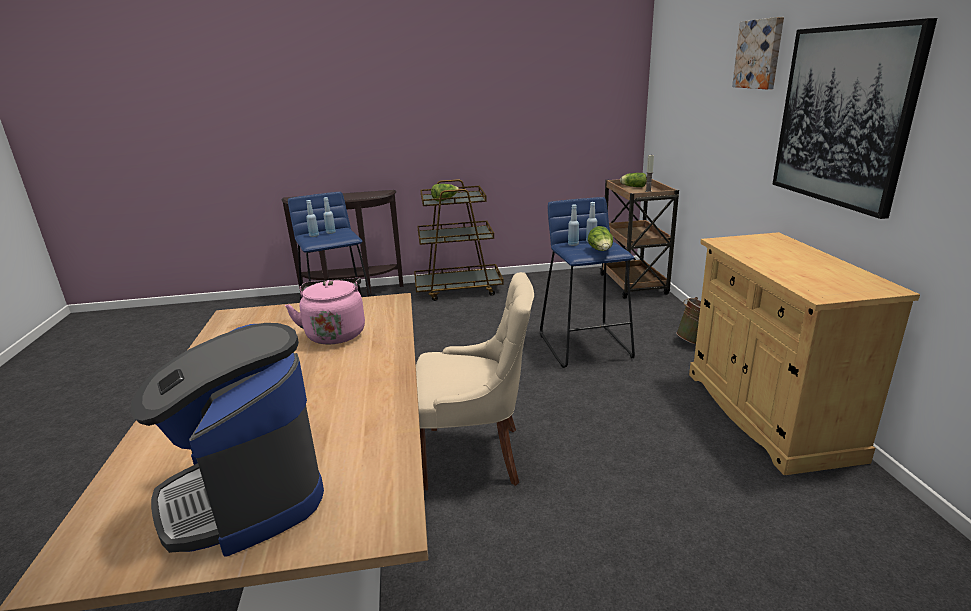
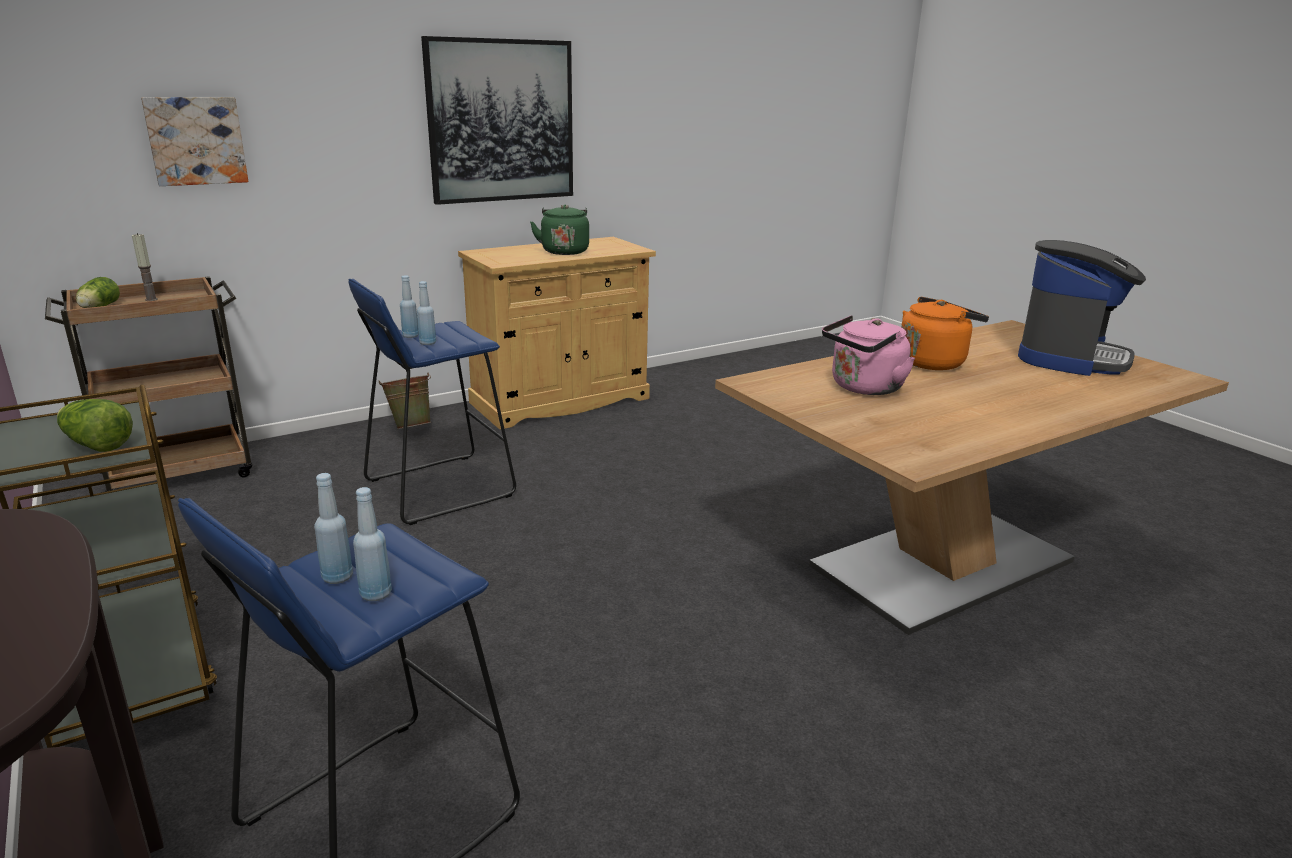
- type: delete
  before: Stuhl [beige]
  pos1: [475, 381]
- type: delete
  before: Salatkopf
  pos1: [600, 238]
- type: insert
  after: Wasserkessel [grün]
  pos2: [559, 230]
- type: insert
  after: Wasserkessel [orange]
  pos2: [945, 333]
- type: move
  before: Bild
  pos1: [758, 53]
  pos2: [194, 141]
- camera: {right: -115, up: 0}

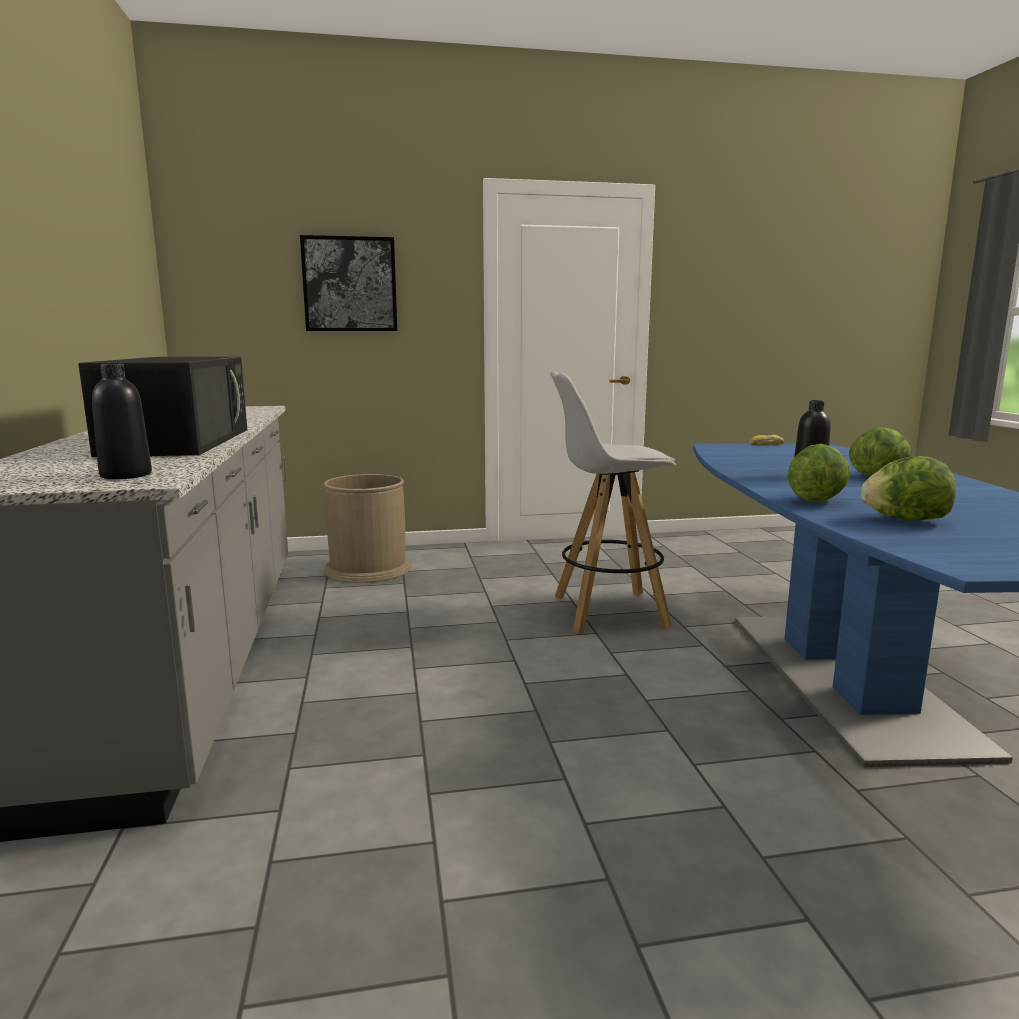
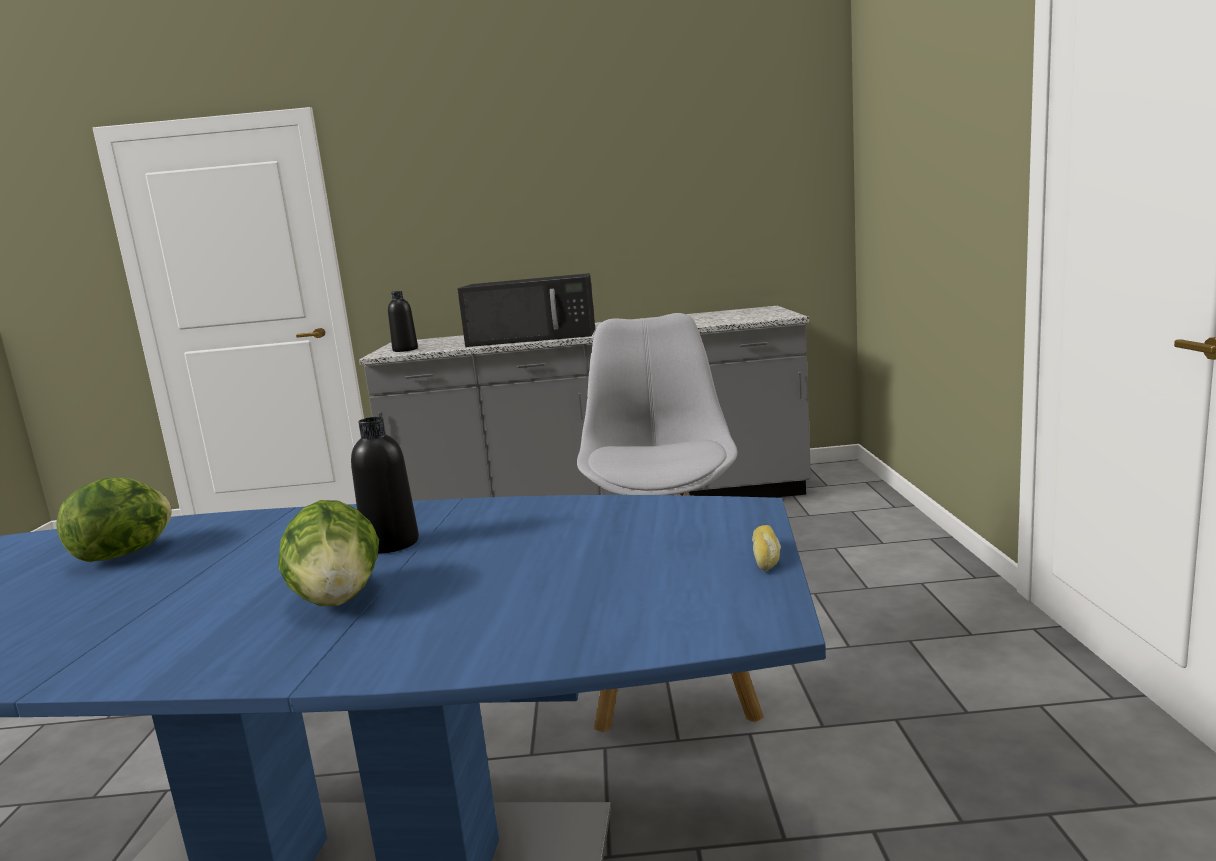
- type: delete
  before: Bild
  pos1: [348, 283]
- type: delete
  before: Mülleimer [braun]
  pos1: [367, 528]
- type: delete
  before: Salatkopf
  pos1: [819, 473]
- camera: {right: 100, up: 0}

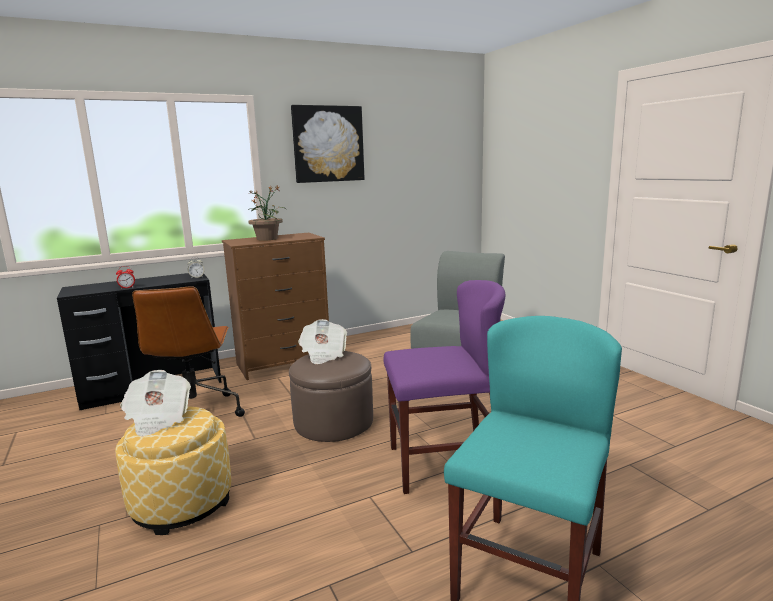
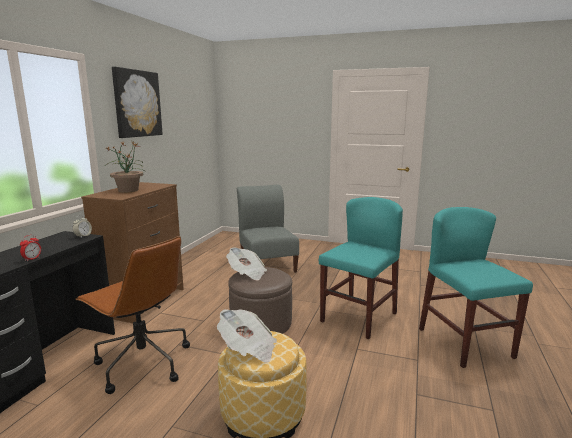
- type: recolor
  before: Stuhl [lila]
  after: Stuhl [türkis]
  pos1: [444, 387]
  pos2: [361, 268]
- camera: {right: -45, up: 0}

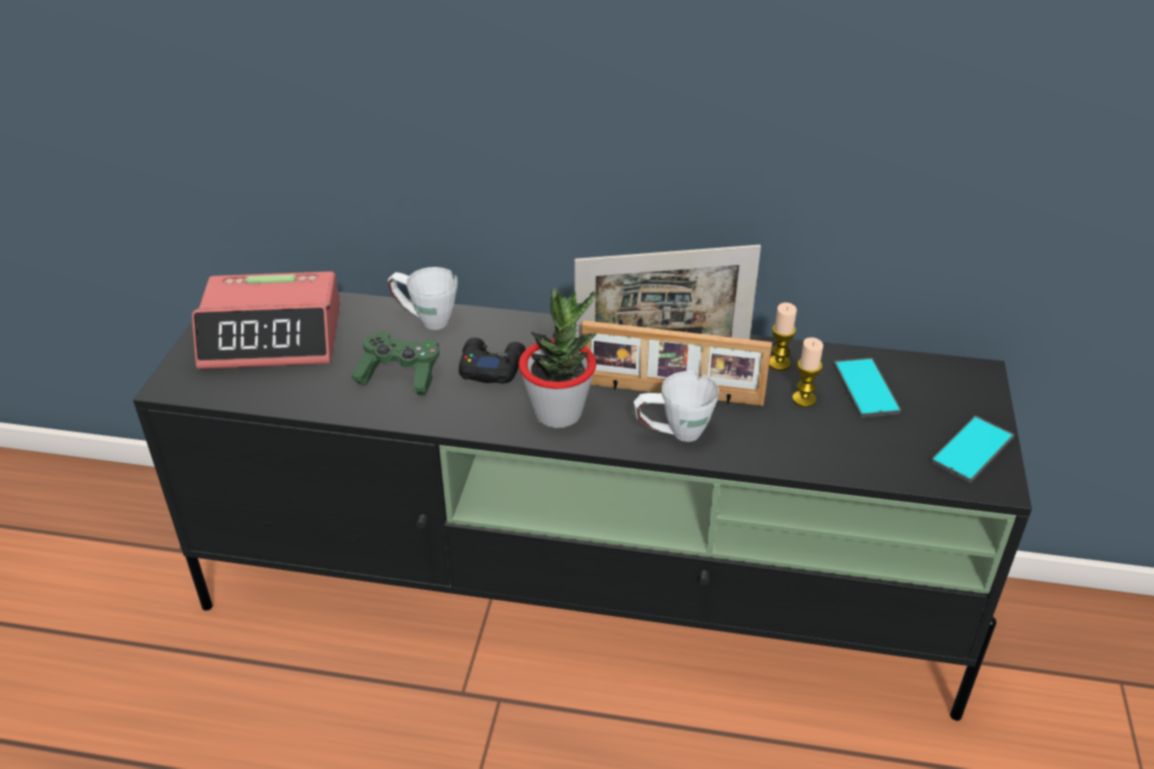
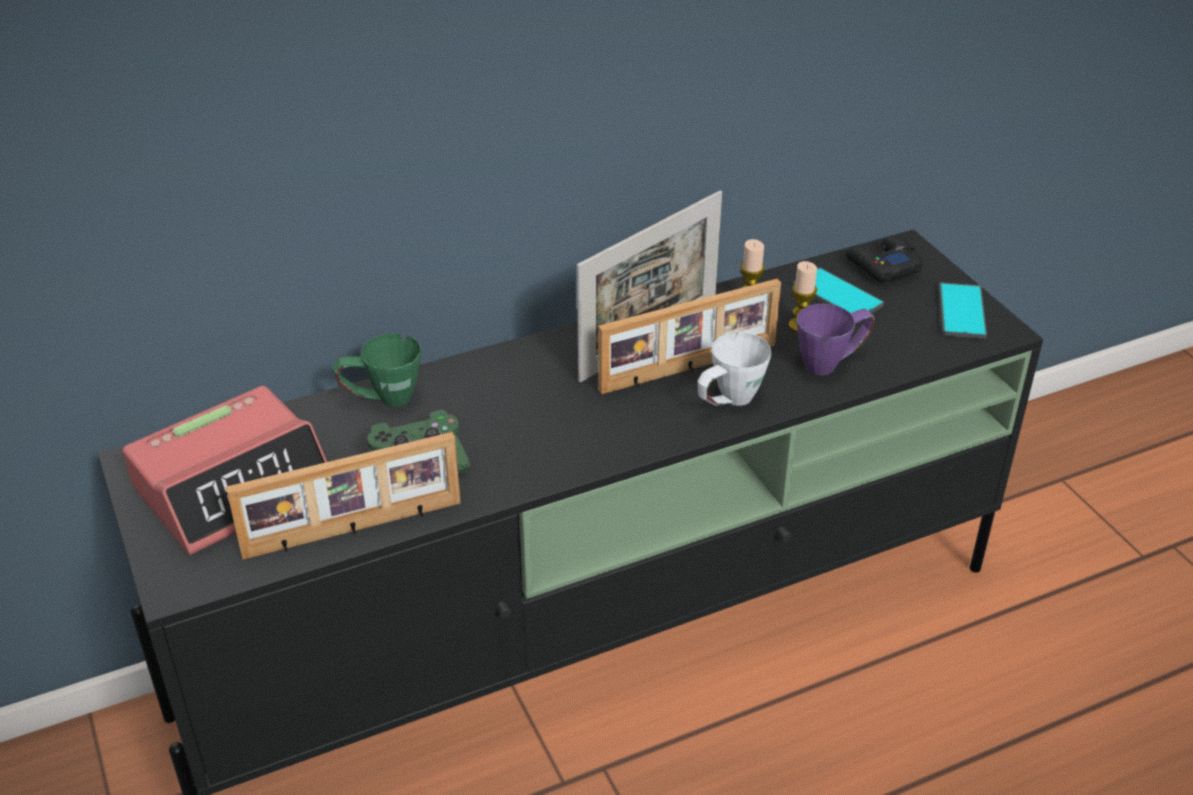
- type: delete
  before: Topfpflanze
  pos1: [557, 358]
- type: insert
  after: Bilderrahmen
  pos2: [343, 496]
- type: insert
  after: Henkelbecher [lila]
  pos2: [835, 339]
- type: move
  before: Gamepad [schwarz]
  pos1: [492, 361]
  pos2: [884, 258]
- type: recolor
  before: Henkelbecher [weiß]
  after: Henkelbecher [grün]
  pos1: [422, 298]
  pos2: [376, 370]
- camera: {right: -35, up: 0}

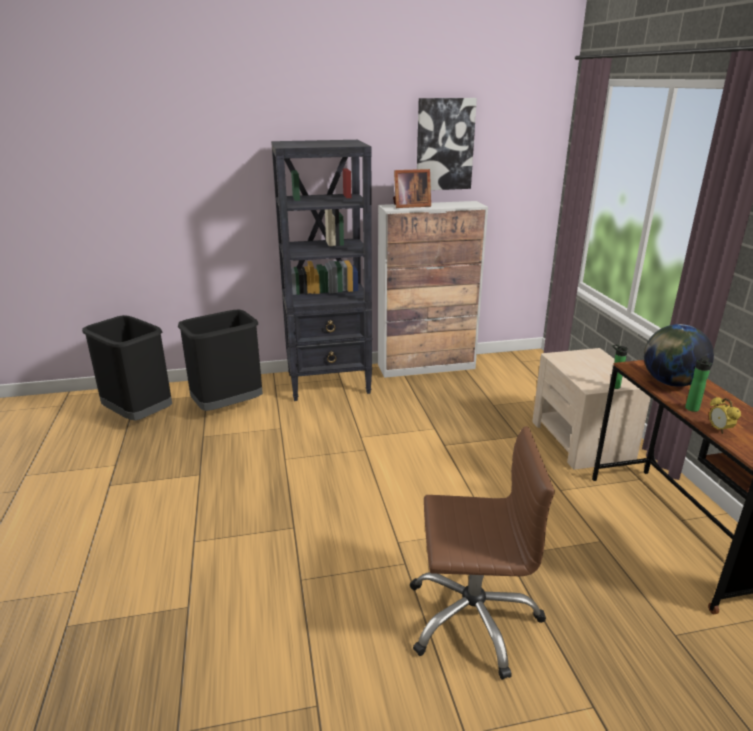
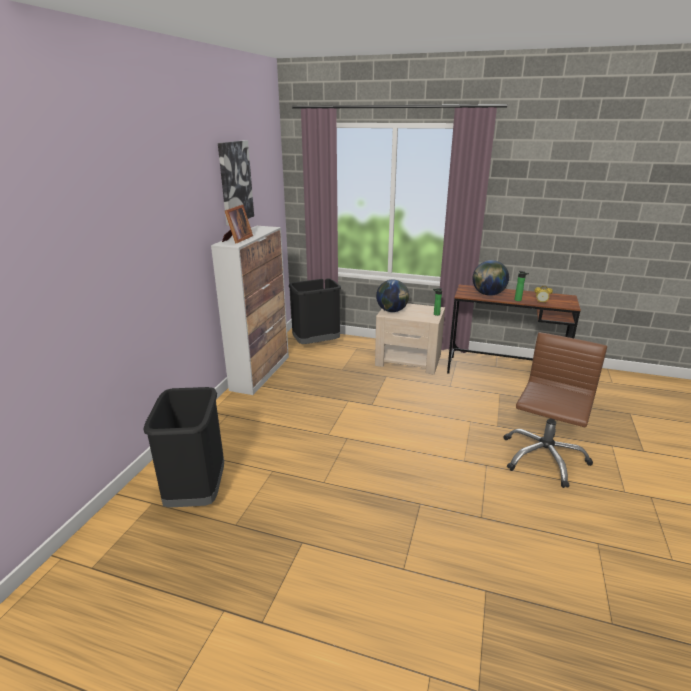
- type: delete
  before: Bücherregal [schwarz]
  pos1: [321, 270]
- type: insert
  after: Globus
  pos2: [392, 296]
- type: move
  before: Mülleimer [schwarz]
  pos1: [127, 368]
  pos2: [315, 311]
- camera: {right: -60, up: 0}

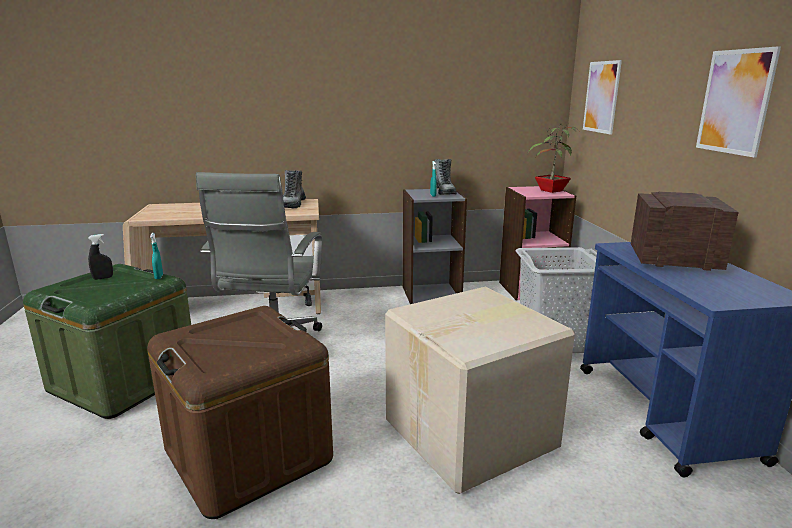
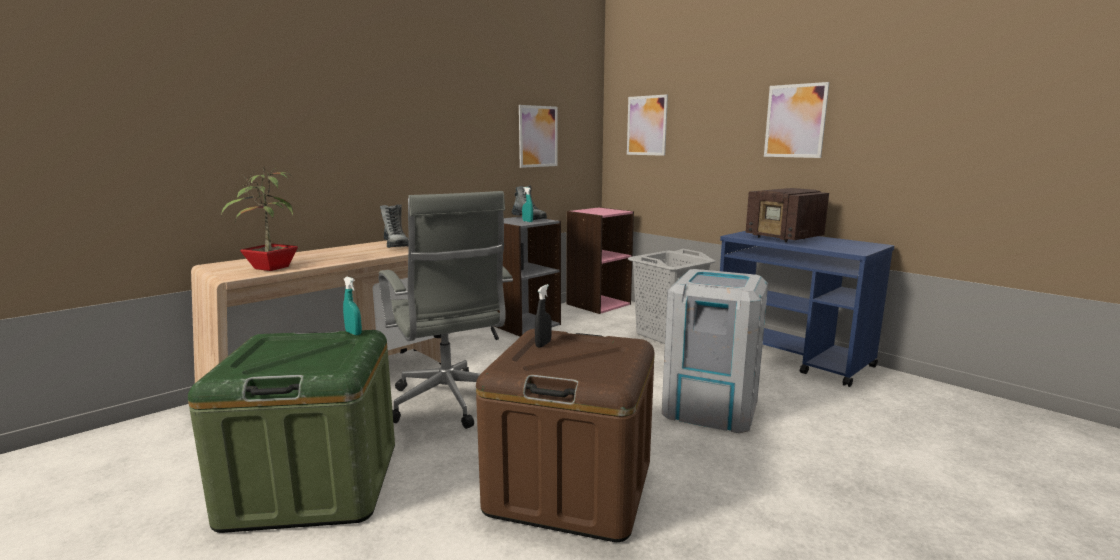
- type: insert
  after: Bild
  pos2: [538, 136]
- type: move
  before: Sprühflasche [schwarz]
  pos1: [100, 257]
  pos2: [543, 315]
- type: move
  before: Topfpflanze
  pos1: [552, 158]
  pos2: [259, 219]
- type: replace
  before: Karton
  after: Mülleimer [grau]
  pos1: [480, 390]
  pos2: [715, 351]
- type: rotate
  before: Radio
  pos1: [685, 231]
  pos2: [787, 215]
  turn: -105
- camera: {right: -35, up: -5}

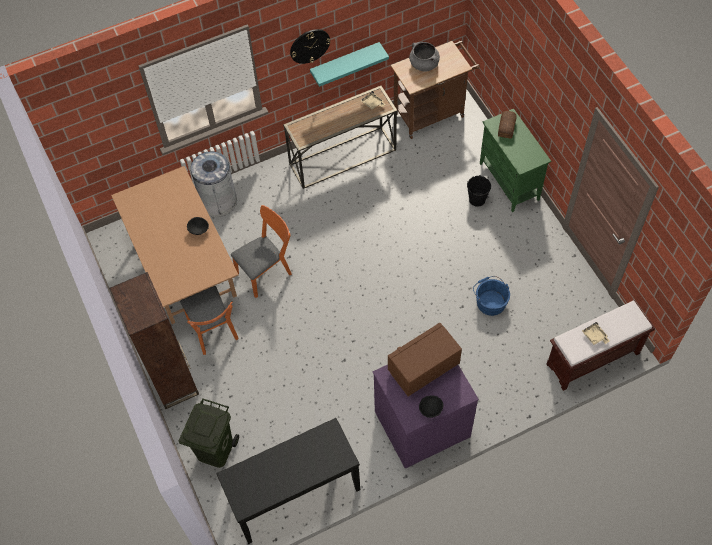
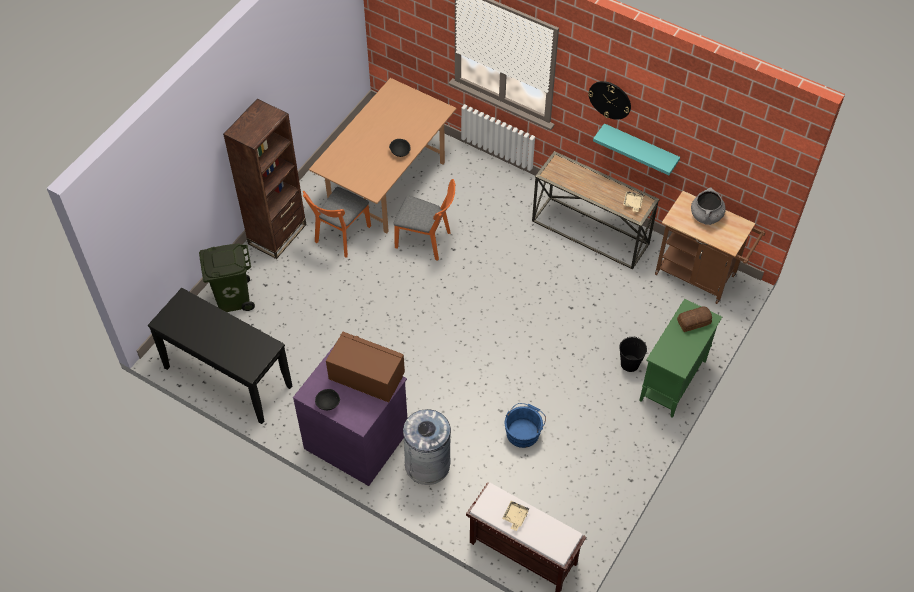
- type: move
  before: Mülleimer [grau]
  pos1: [213, 184]
  pos2: [427, 447]
- camera: {right: 55, up: -5}

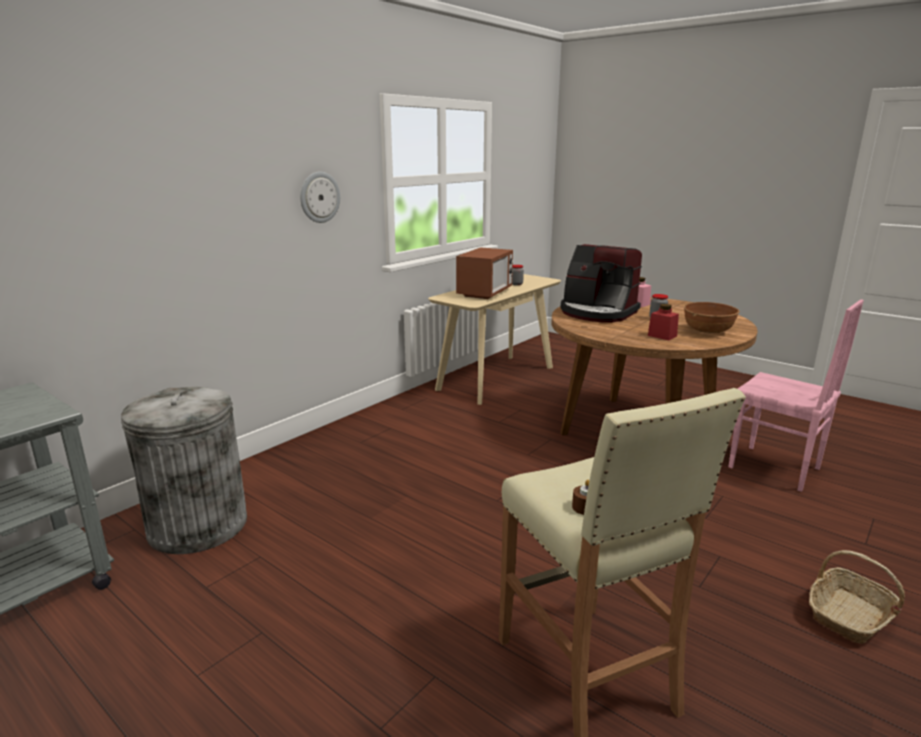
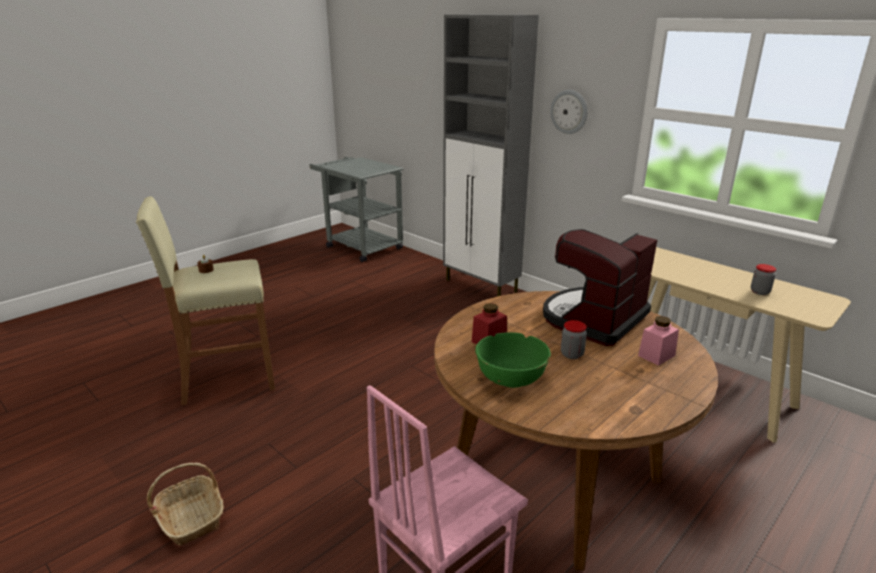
- type: delete
  before: Mülleimer [grau]
  pos1: [184, 470]
- type: delete
  before: Mikrowelle
  pos1: [484, 273]
- type: insert
  after: Schrank [grau]
  pos2: [491, 155]
- type: recolor
  before: Schüssel [braun]
  after: Schüssel [grün]
  pos1: [712, 317]
  pos2: [513, 360]
- camera: {right: 95, up: 5}

